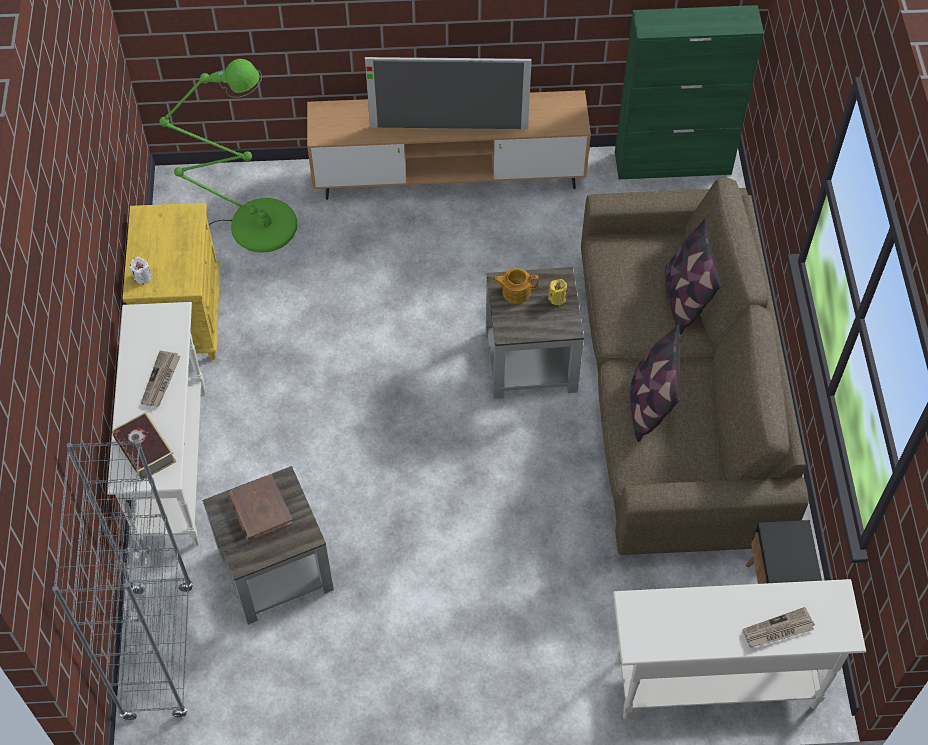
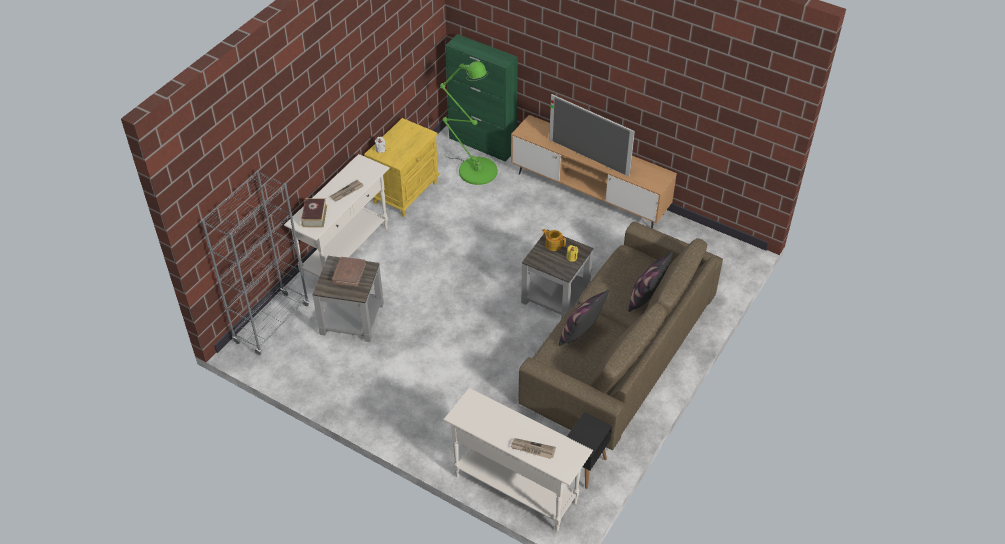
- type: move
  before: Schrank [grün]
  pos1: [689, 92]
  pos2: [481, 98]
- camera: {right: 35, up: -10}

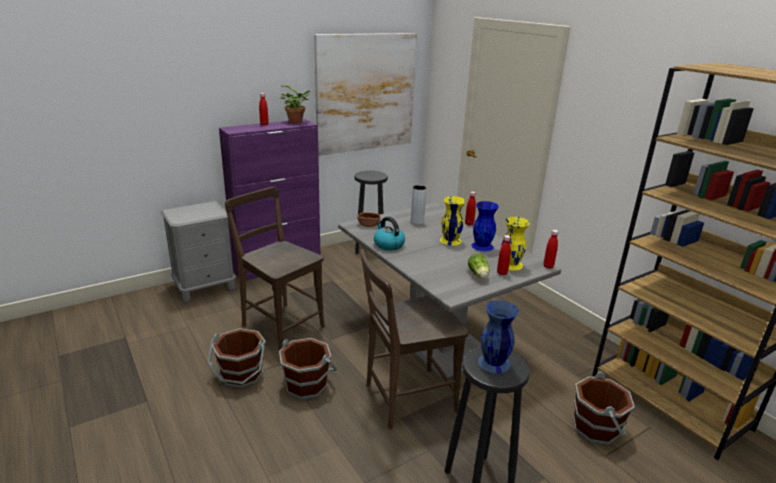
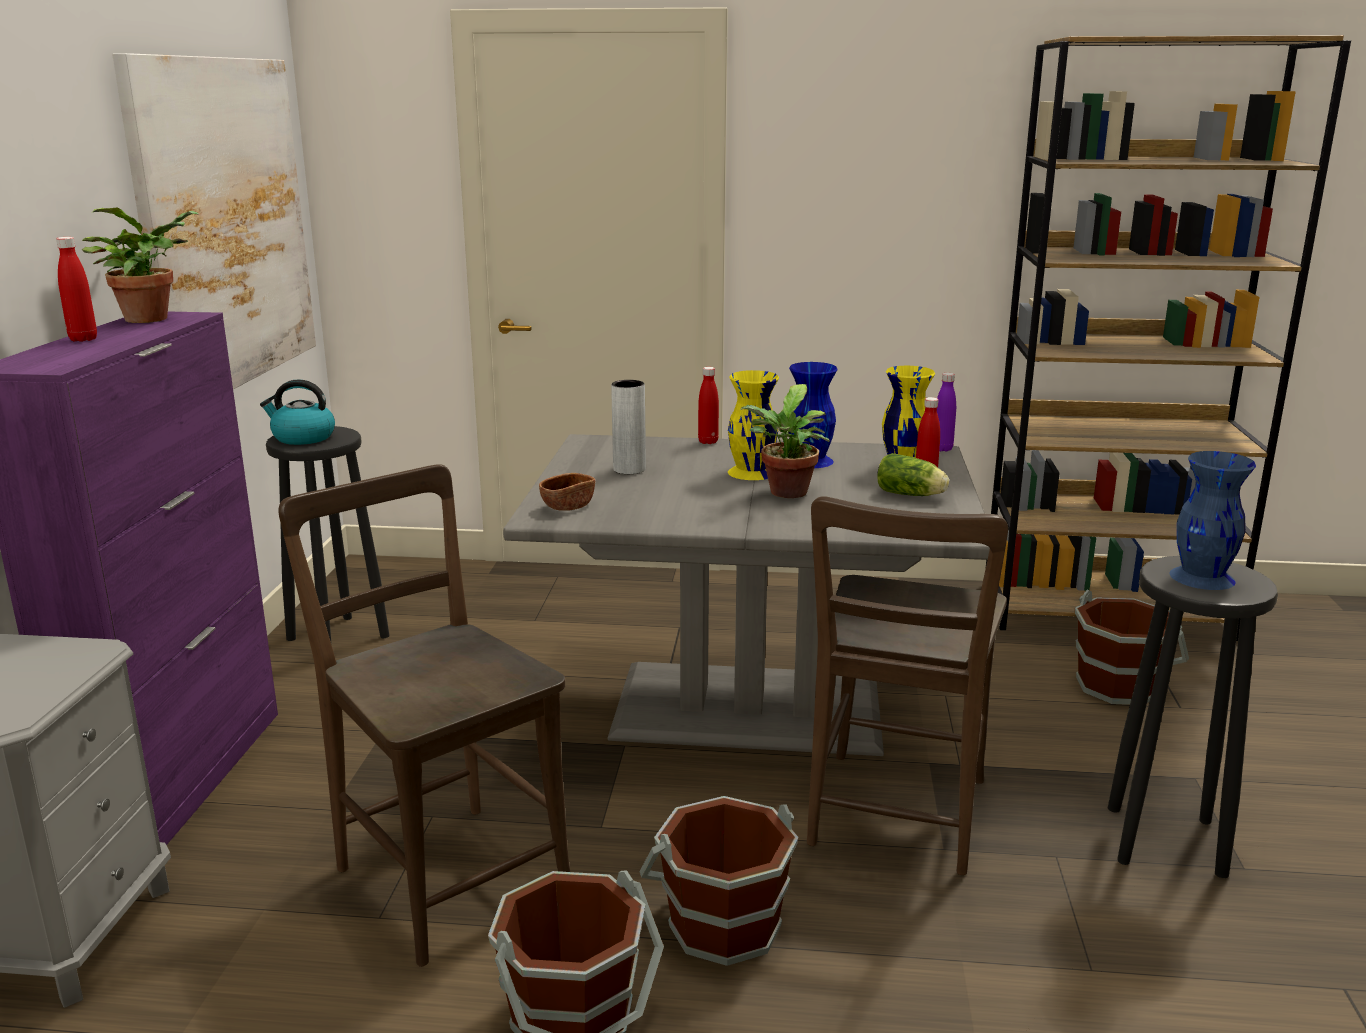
- type: insert
  after: Topfpflanze
  pos2: [785, 441]
- type: move
  before: Wasserkessel
  pos1: [389, 234]
  pos2: [297, 412]
- type: recolor
  before: Flasche [rot]
  after: Flasche [lila]
  pos1: [550, 249]
  pos2: [946, 412]
- type: rotate
  before: Stuhl [braun]
  pos1: [275, 269]
  pos2: [424, 715]
  turn: 60
- camera: {right: -50, up: -5}

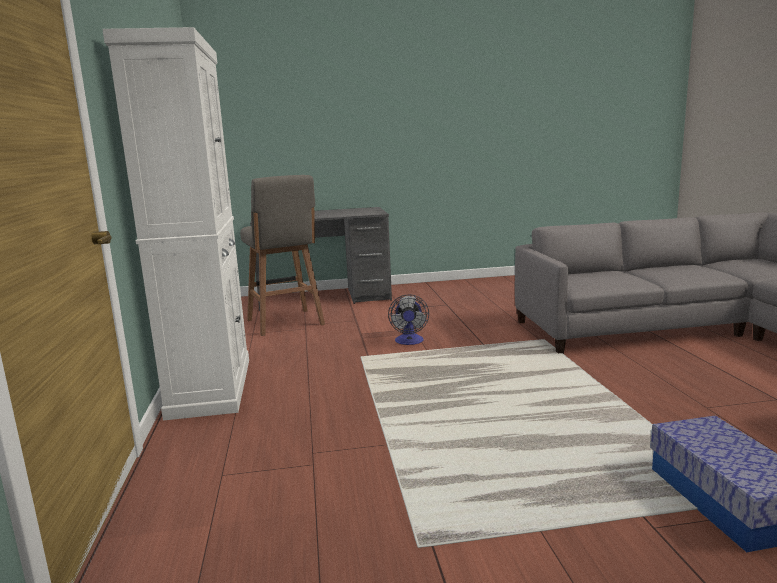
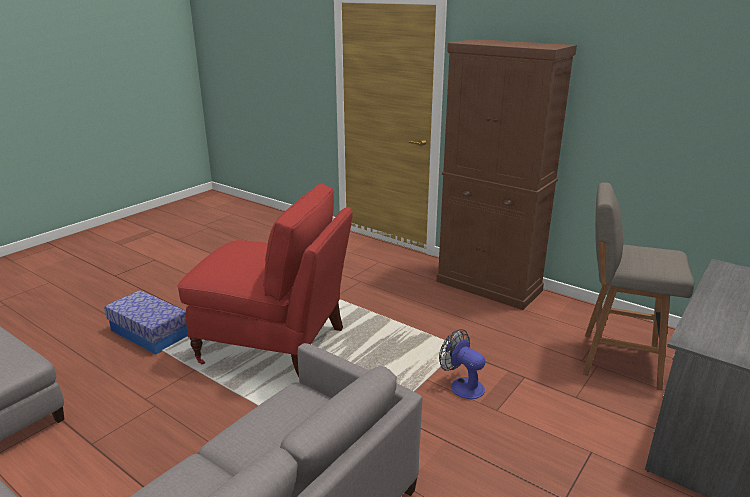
- type: insert
  after: Stuhl [rot]
  pos2: [265, 280]
- type: recolor
  before: Schrank [weiß]
  after: Schrank [braun]
  pos1: [175, 224]
  pos2: [506, 174]
- camera: {right: 135, up: 10}

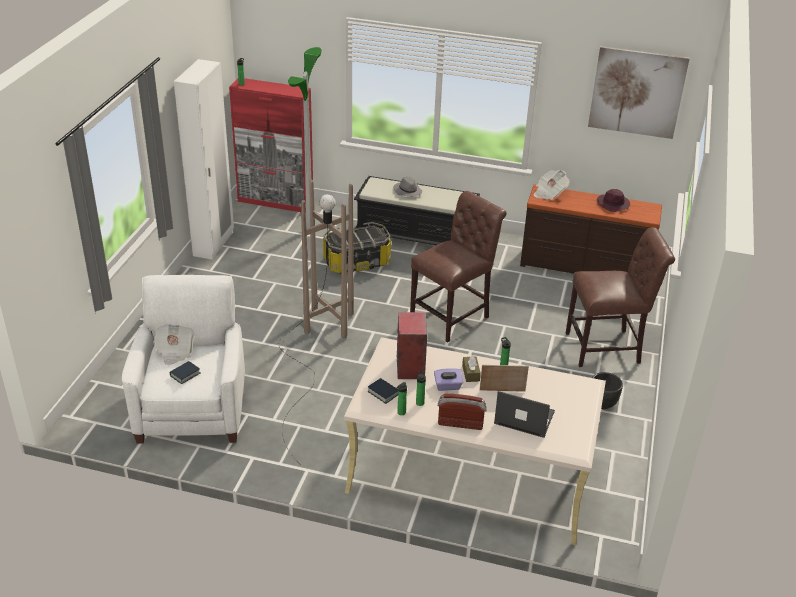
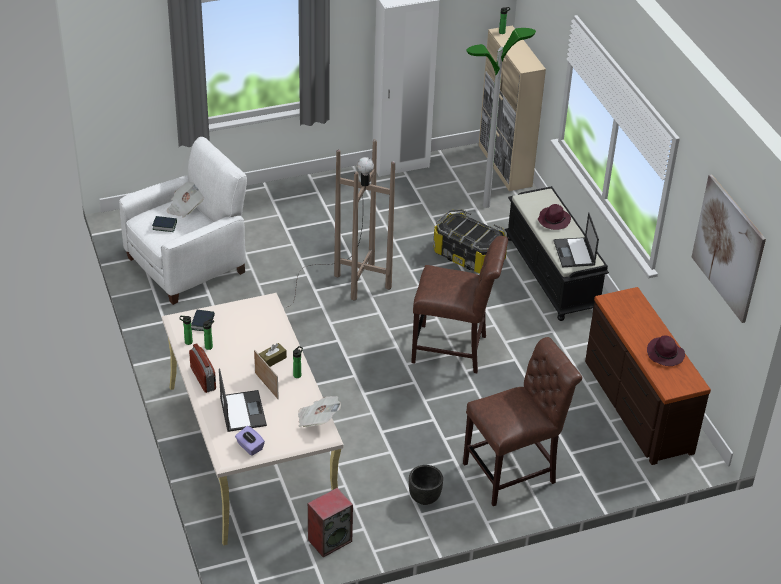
- type: insert
  after: Laptop
  pos2: [576, 239]
- type: move
  before: Lautsprecher
  pos1: [411, 345]
  pos2: [330, 522]
- type: move
  before: Taschentuchbox [lila]
  pos1: [448, 379]
  pos2: [250, 441]
- type: move
  before: Zeitung
  pos1: [552, 185]
  pos2: [319, 411]
- type: recolor
  before: Schrank [rot]
  after: Schrank [beige]
  pos1: [271, 145]
  pos2: [512, 108]
- type: recolor
  before: Hut [grau]
  after: Hut [lila]
  pos1: [408, 186]
  pos2: [554, 217]
- type: rotate
  before: Stuhl [braun]
  pos1: [620, 297]
  pos2: [522, 421]
  turn: -75
- camera: {right: 55, up: 5}

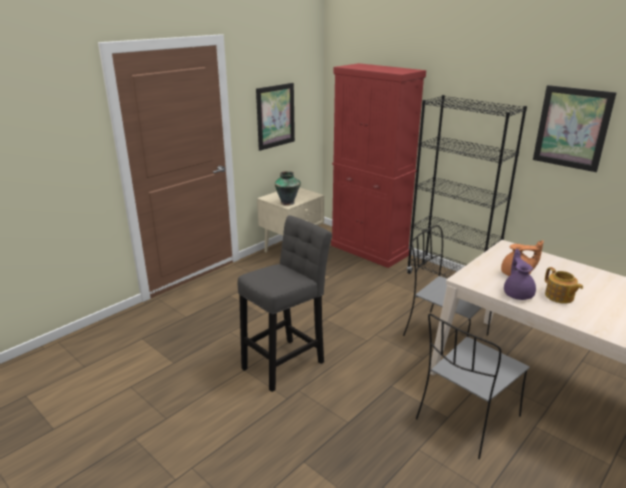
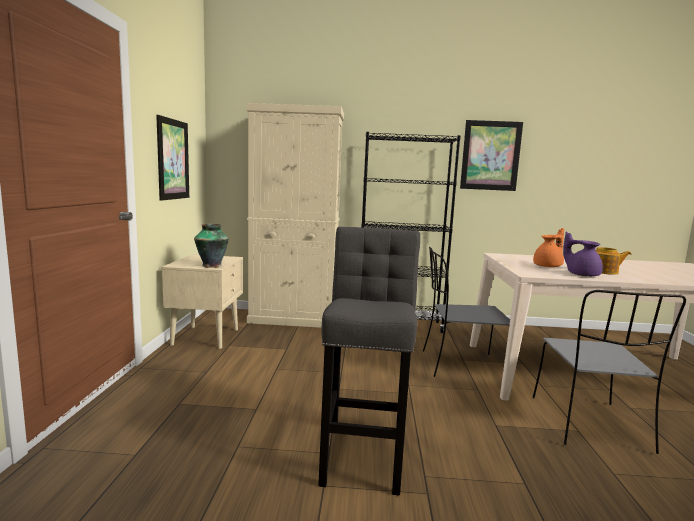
- type: recolor
  before: Schrank [rot]
  after: Schrank [beige]
  pos1: [378, 165]
  pos2: [295, 215]
- camera: {right: -40, up: -15}

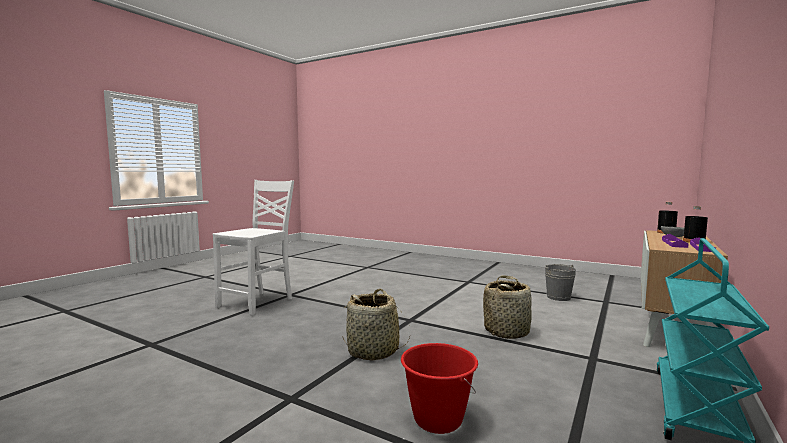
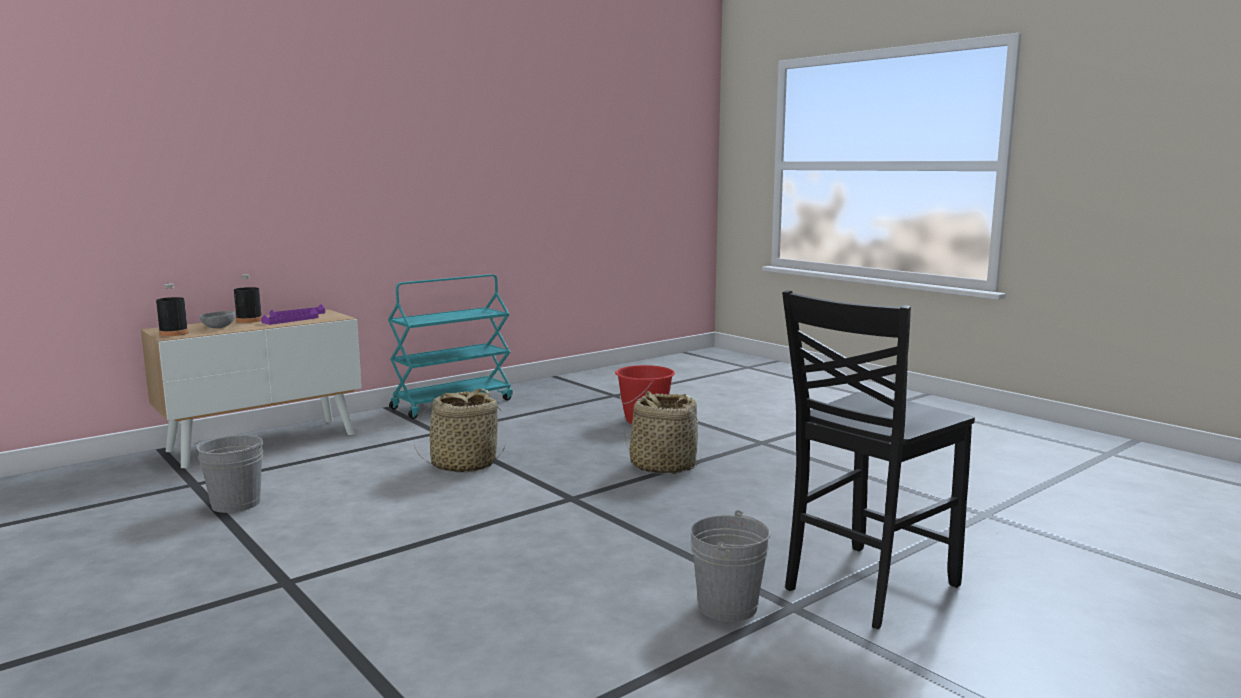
- type: insert
  after: Eimer [grau]
  pos2: [730, 566]
- type: recolor
  before: Stuhl [weiß]
  after: Stuhl [schwarz]
  pos1: [253, 248]
  pos2: [878, 459]
- camera: {right: -160, up: 5}

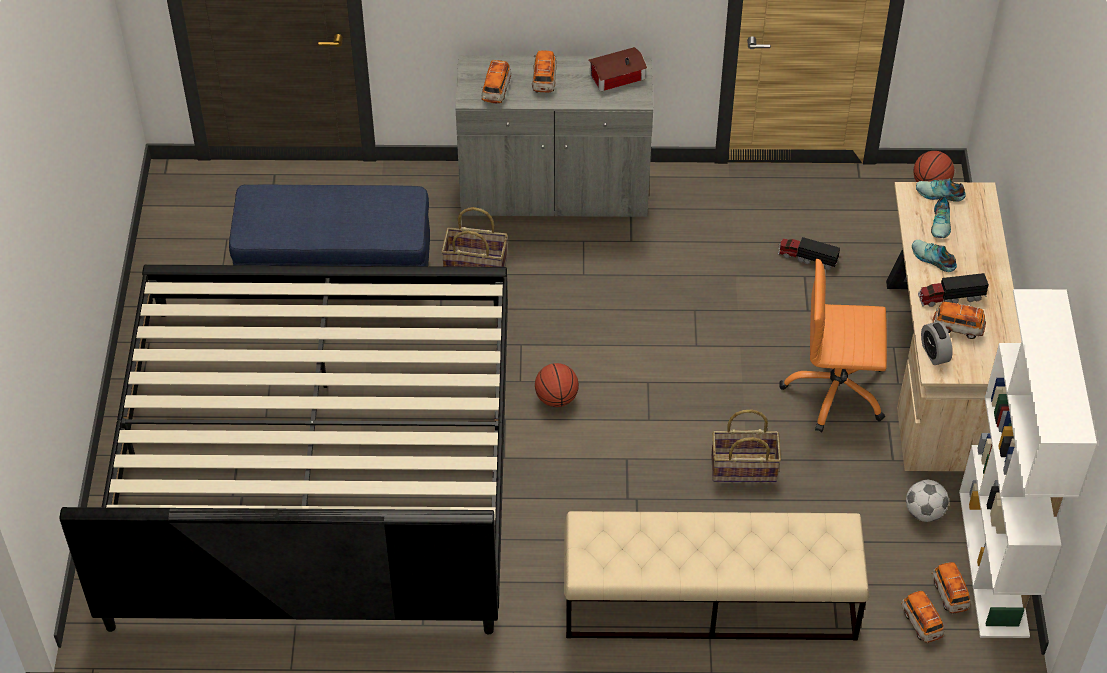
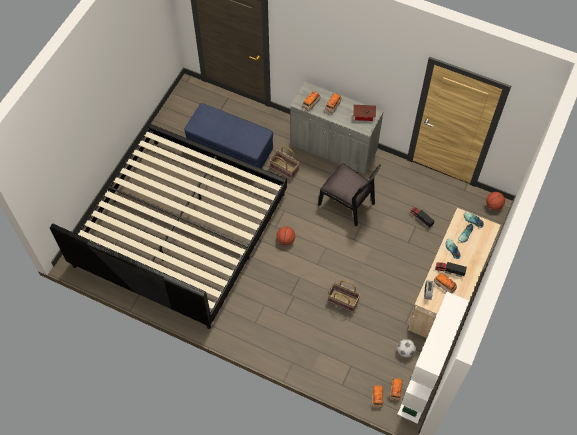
- type: delete
  before: Bank [beige]
  pos1: [716, 575]
- type: delete
  before: Bürostuhl [orange]
  pos1: [833, 345]
- type: insert
  after: Stuhl [schwarz]
  pos2: [349, 195]
- camera: {right: 25, up: 10}

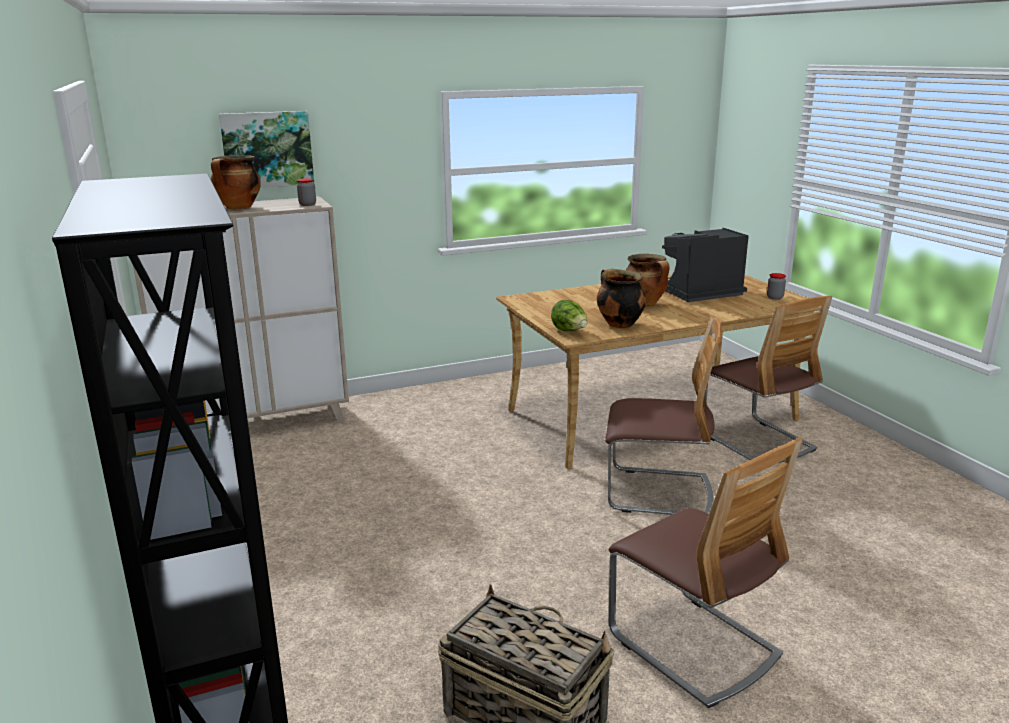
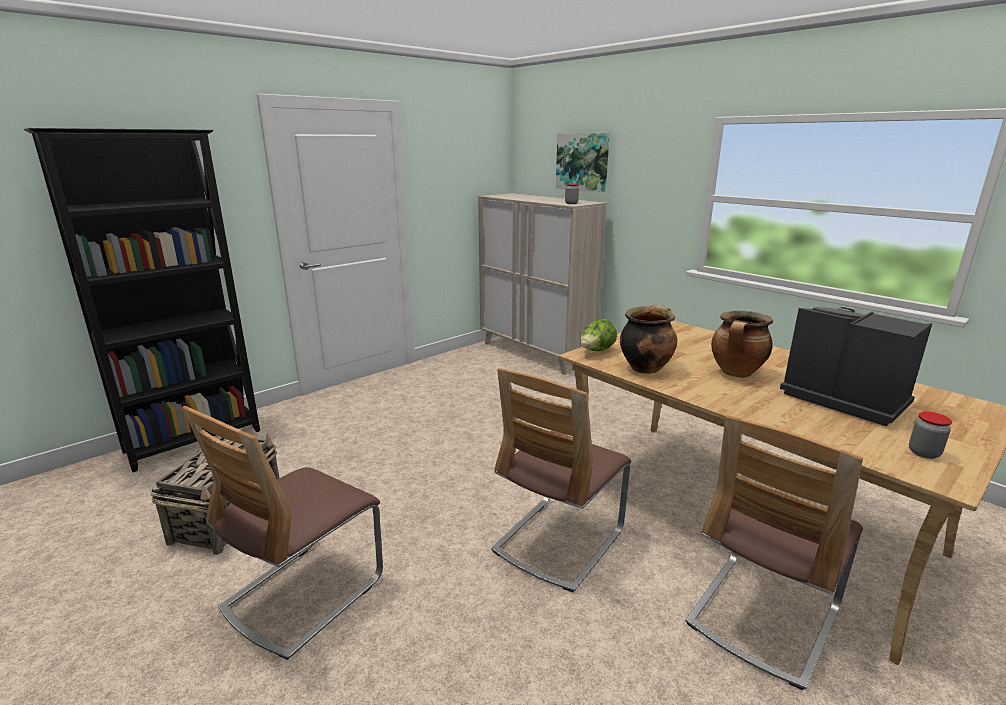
- type: delete
  before: Kochtopf
  pos1: [236, 182]
- type: rotate
  before: Stuhl
  pos1: [663, 415]
  pos2: [561, 480]
  turn: 45
- camera: {right: 70, up: 0}

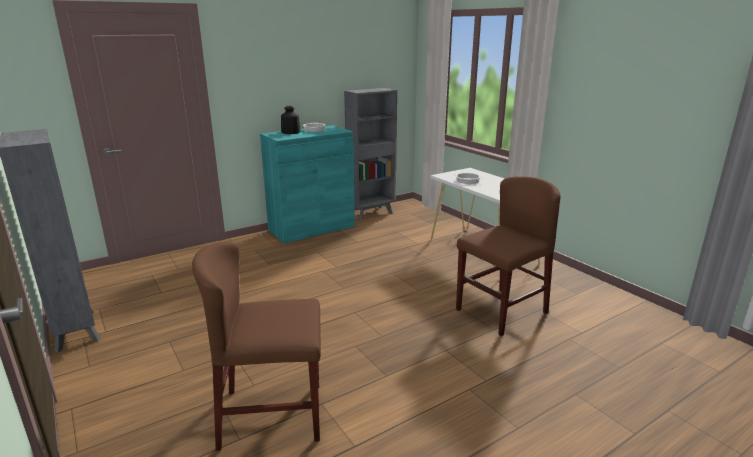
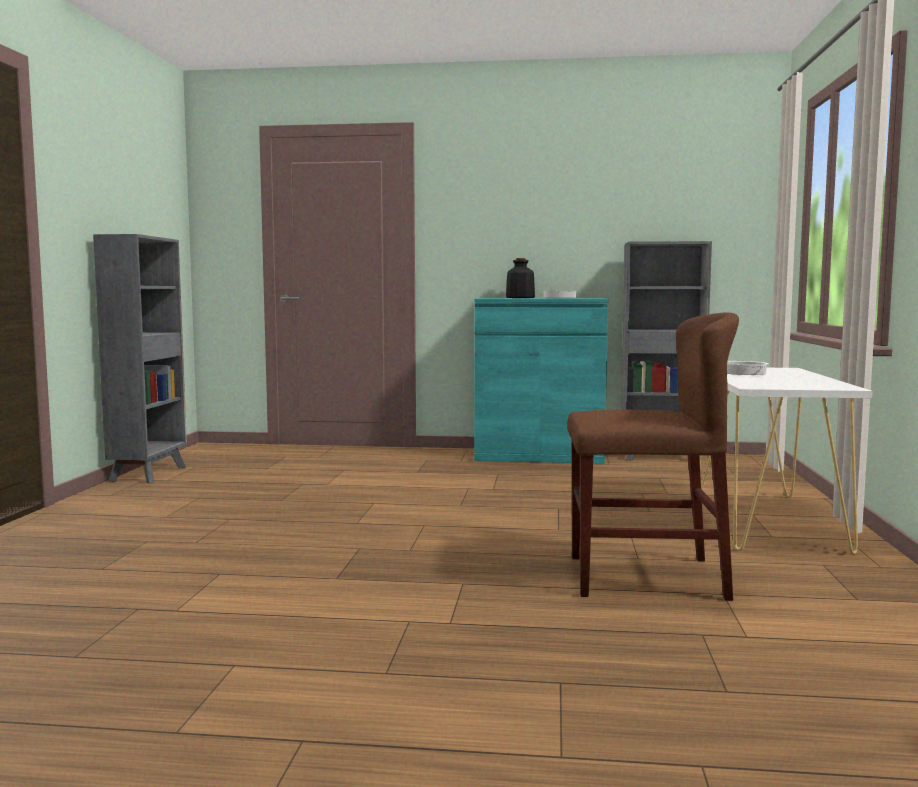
- type: delete
  before: Stuhl [braun]
  pos1: [256, 346]
- camera: {right: 40, up: -15}

